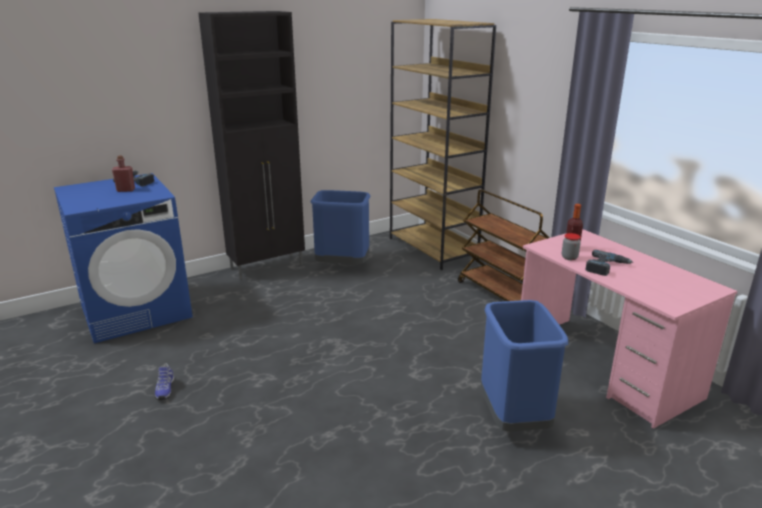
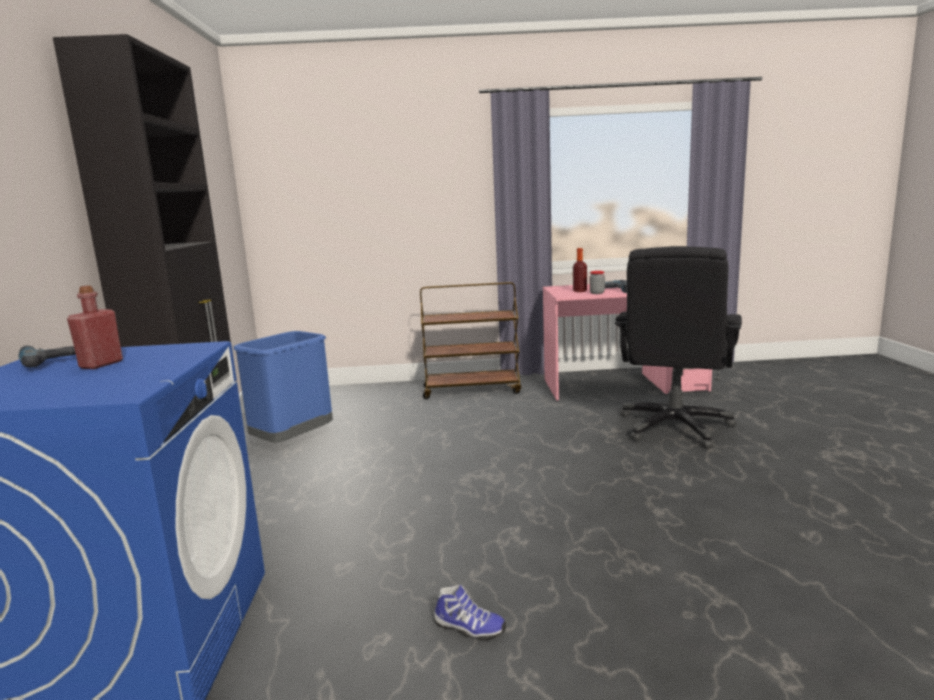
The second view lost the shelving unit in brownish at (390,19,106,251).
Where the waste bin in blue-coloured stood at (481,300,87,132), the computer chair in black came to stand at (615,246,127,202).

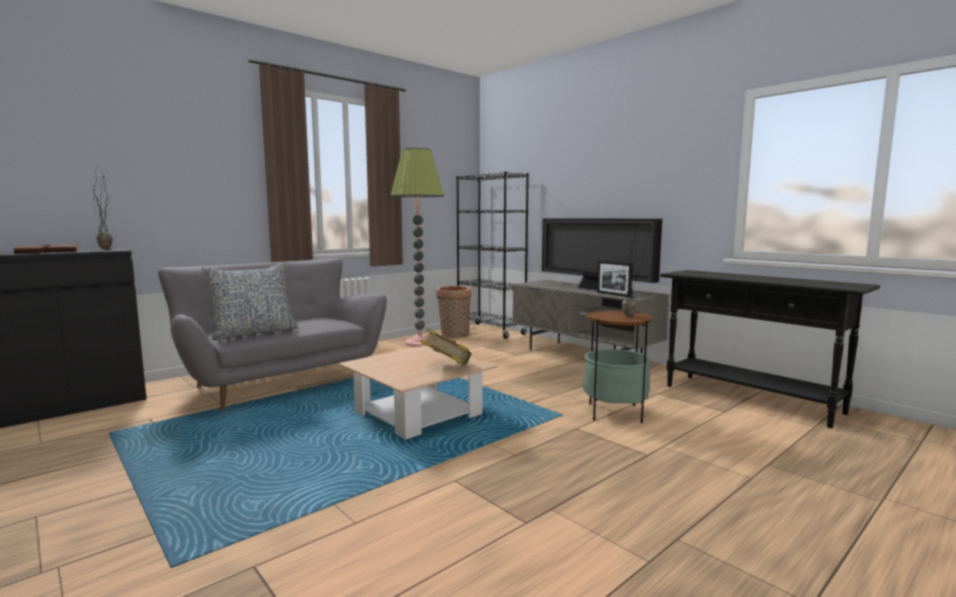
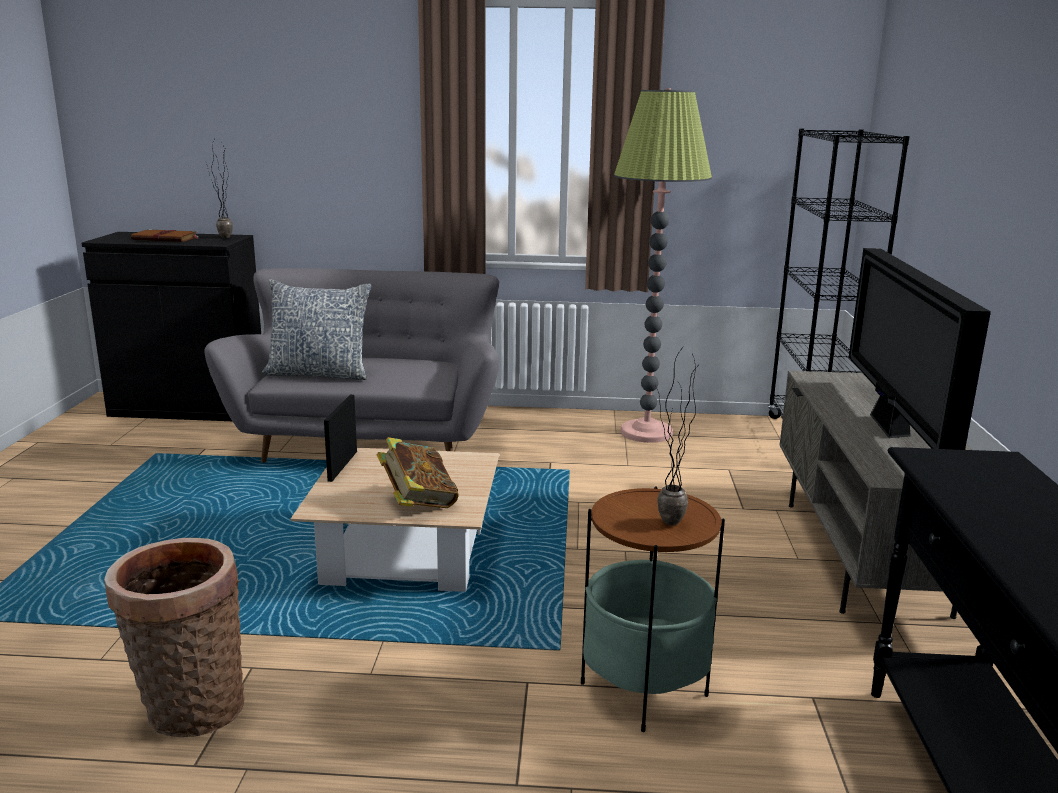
The picture frame ended up elsewhere, having gone from (597,261,36,36) to (324,395,33,87).
The household basket ended up elsewhere, having gone from (436,286,35,52) to (104,538,141,199).

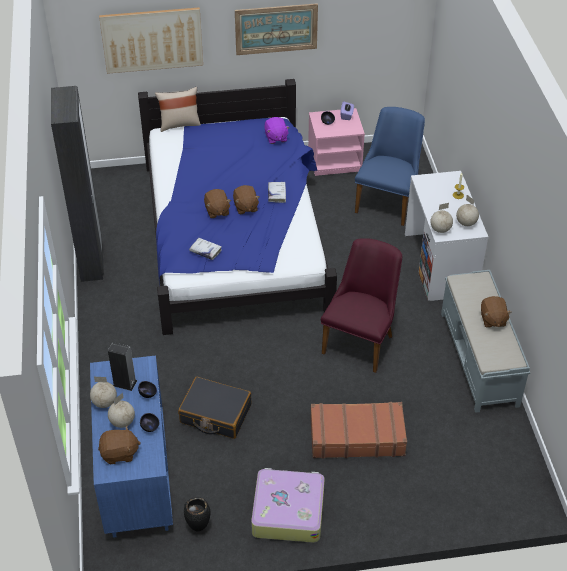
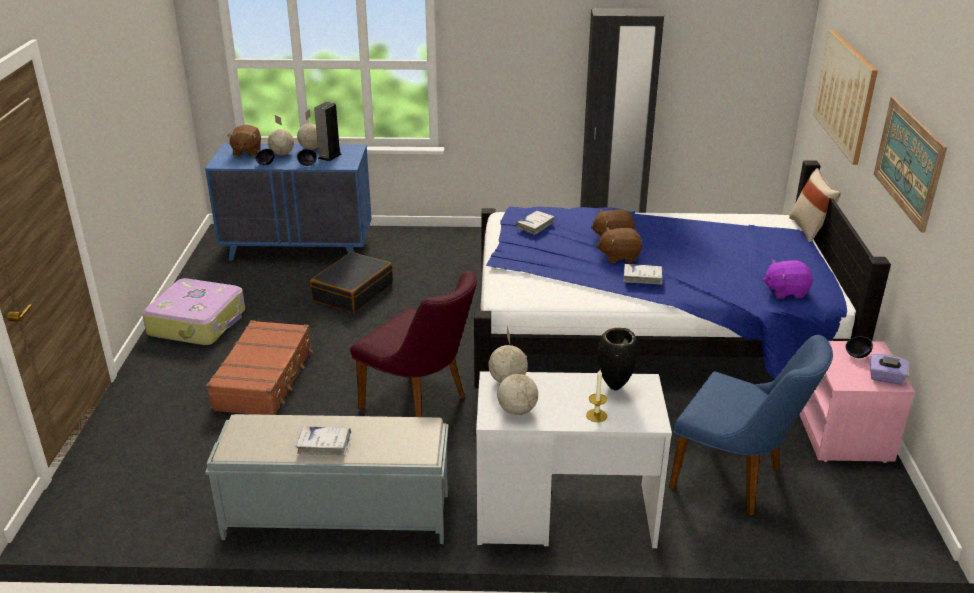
Where the soft toy in brownish stood at (481,296,31,32), the volume in white came to stand at (296,426,55,29).
The vase in black ended up elsewhere, having gone from (184,497,27,34) to (598,328,41,62).

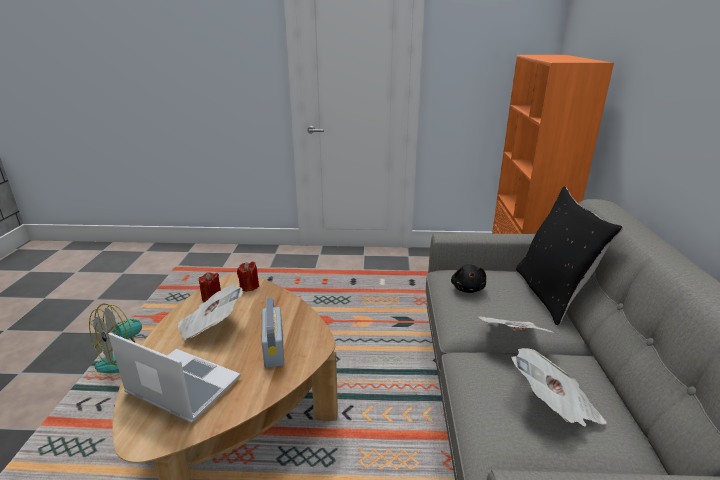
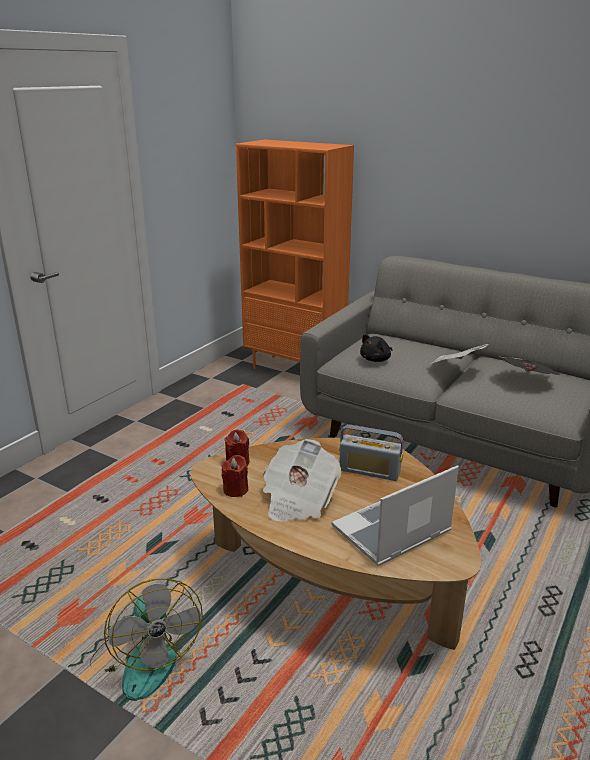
The second view lost the throw pillow in black at (516,186,107,140).
The soft toy in black at (451,264,35,29) ended up facing another way, 105 degrees clockwise from before.

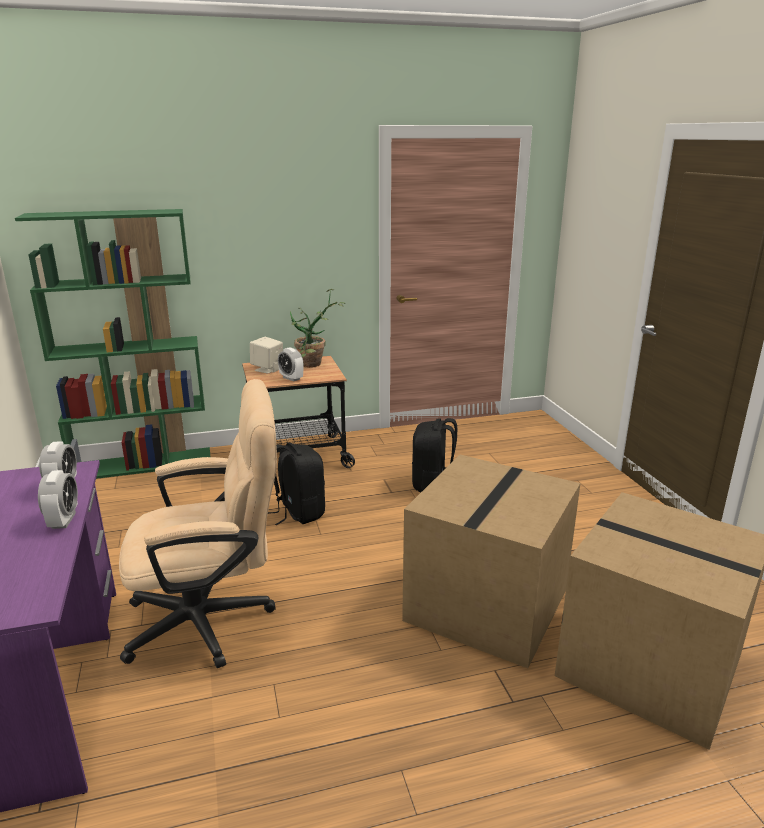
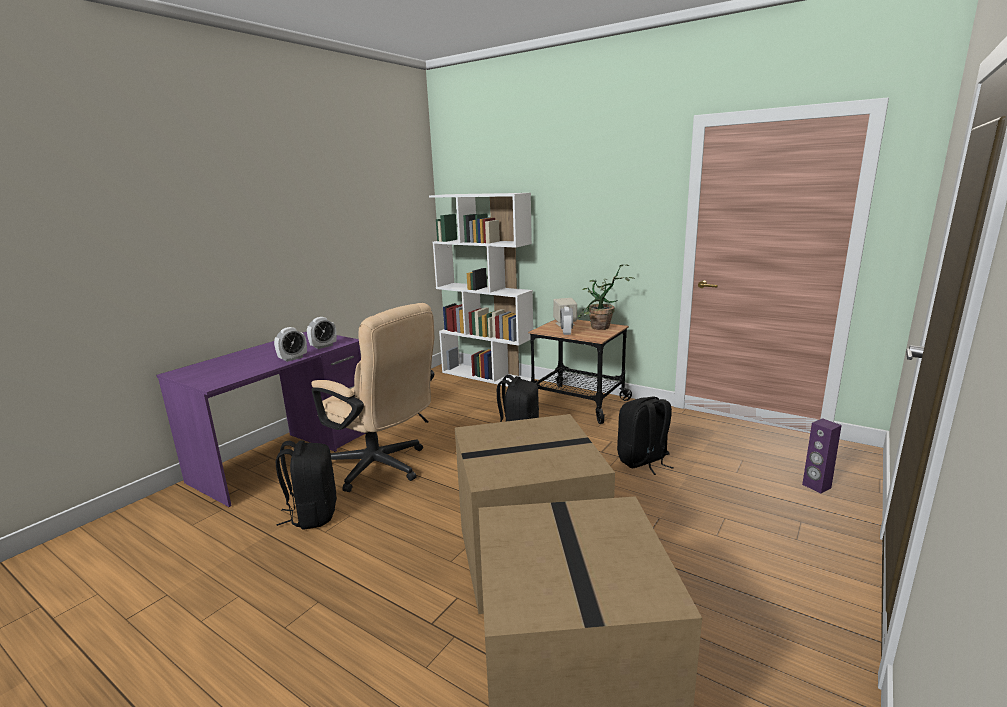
What was the shelving unit in greenish at (15,209,195,270) turned into the shelving unit in white at (429,193,104,194).
The second view gained the loudspeaker in purple at (802,418,40,75).
The second view gained the backpack in black at (276,440,61,90).

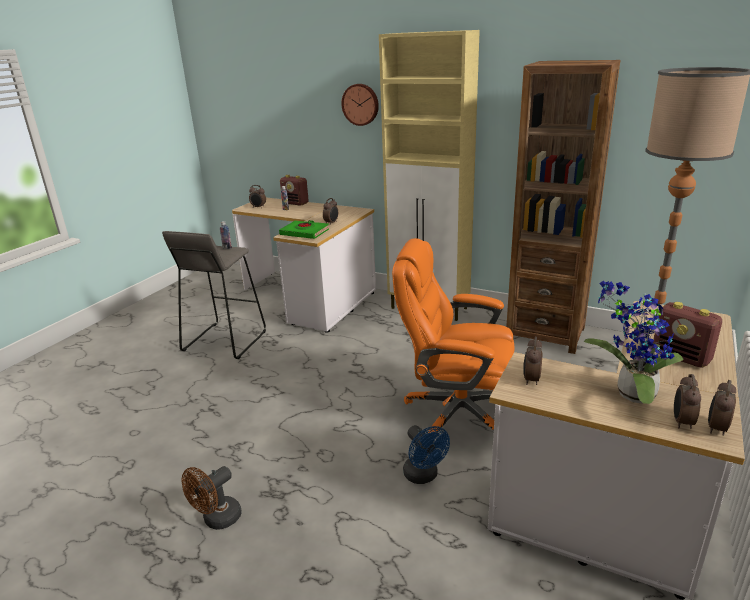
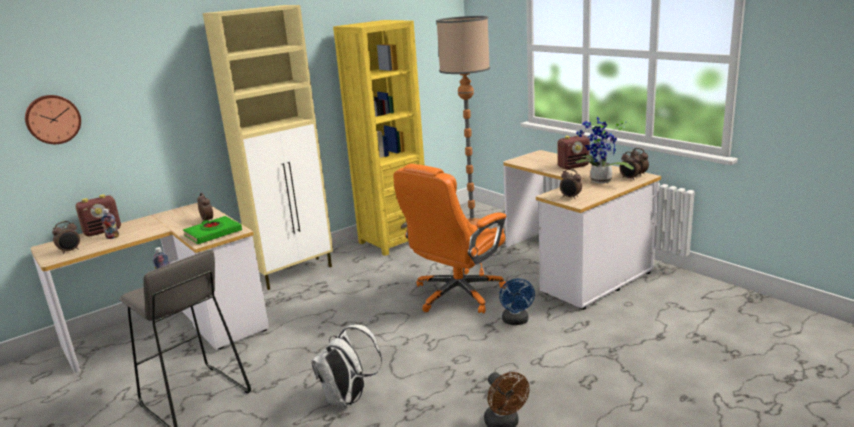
What was the shelving unit in brownish at (506,60,114,294) turned into the shelving unit in yellow at (333,20,92,236).
The wall clock ended up elsewhere, having gone from (341,84,38,42) to (25,95,56,49).
The fan in blue-coloured at (403,425,47,59) ended up facing another way, 90 degrees clockwise from before.
The second view gained the backpack in white at (311,324,71,84).

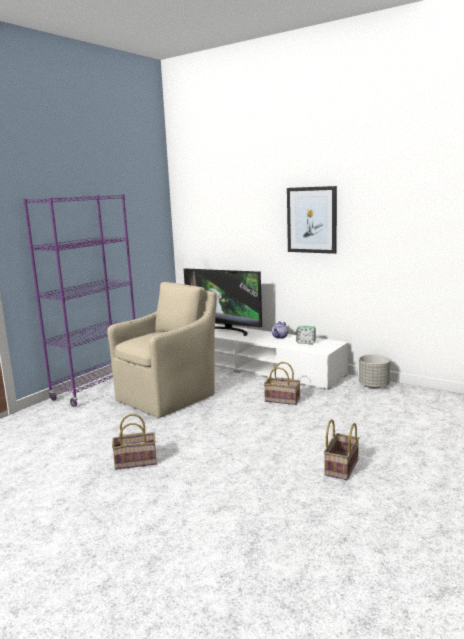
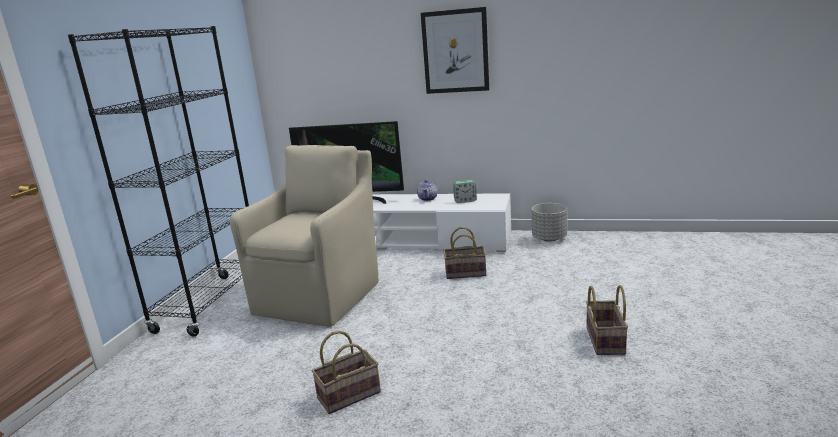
What was the shelving unit in purple at (23,194,112,213) turned into the shelving unit in black at (68,26,181,310).

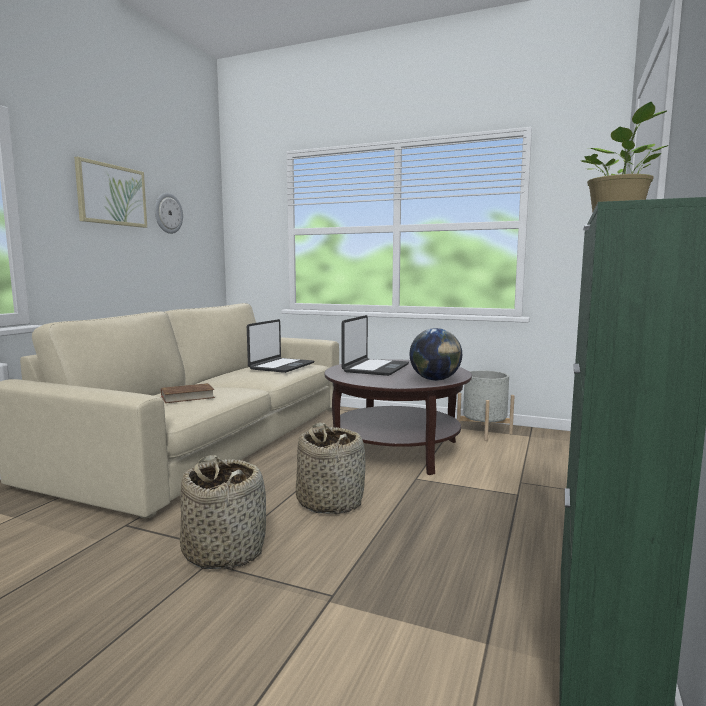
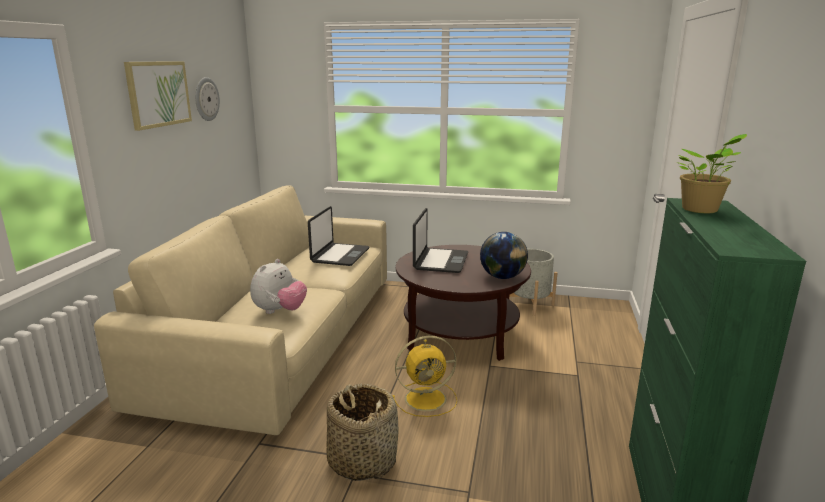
Where the volume in brownish stood at (161,383,54,20), the soft toy came to stand at (250,259,57,55).
Where the household basket stood at (296,422,69,92), the fan in yellow came to stand at (392,336,65,81).

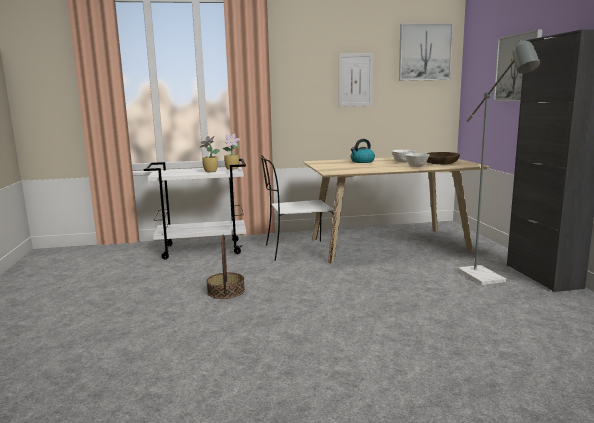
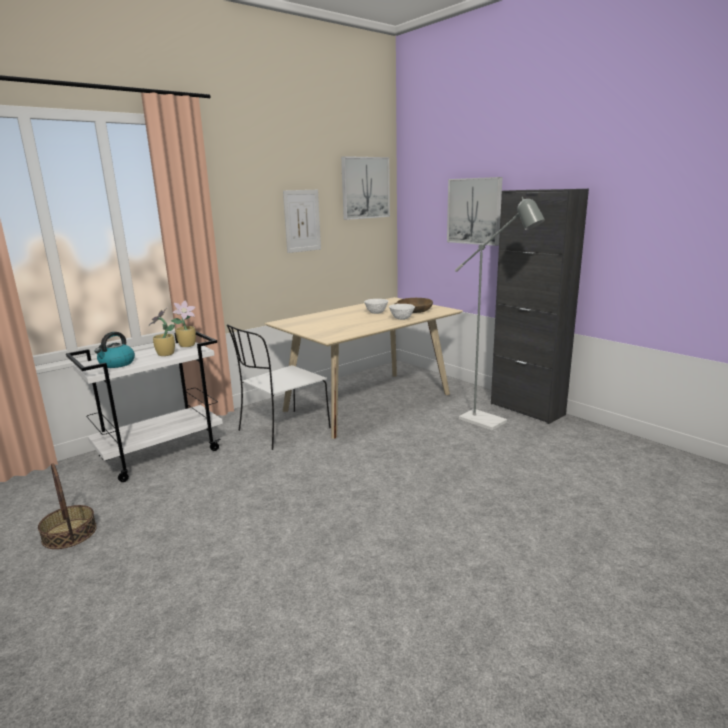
The water kettle ended up elsewhere, having gone from (351,139,24,24) to (94,332,41,36).
The household basket ended up elsewhere, having gone from (206,235,39,64) to (38,463,59,86).

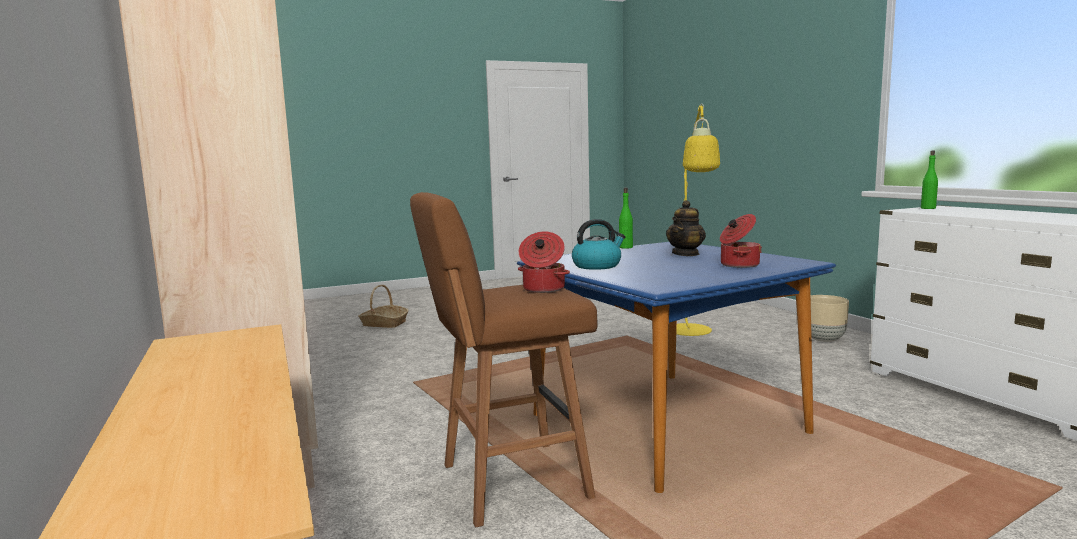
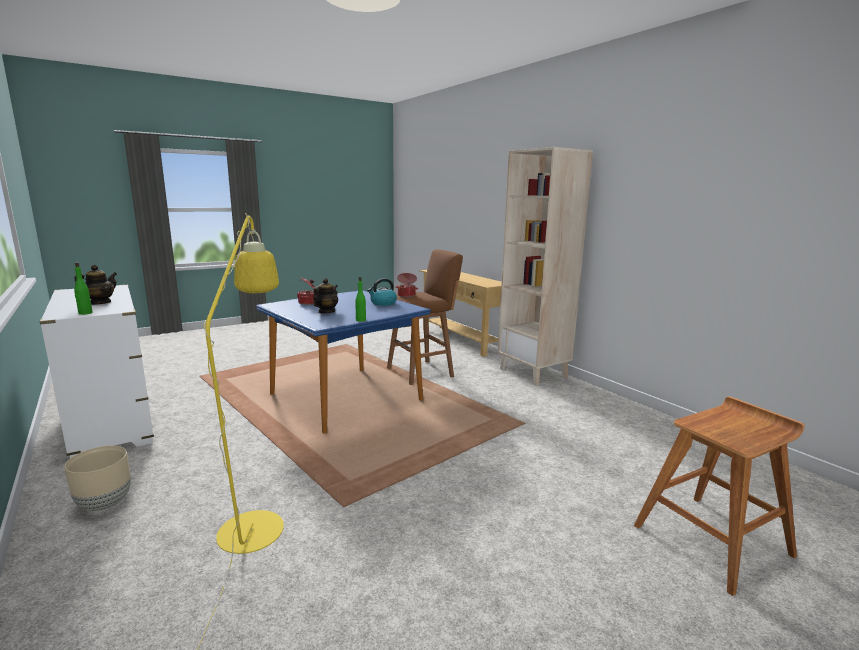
Where the household basket stood at (358,285,50,43), the stool seat in brownish came to stand at (634,396,171,200).
The second view gained the tea pot at (74,265,43,40).

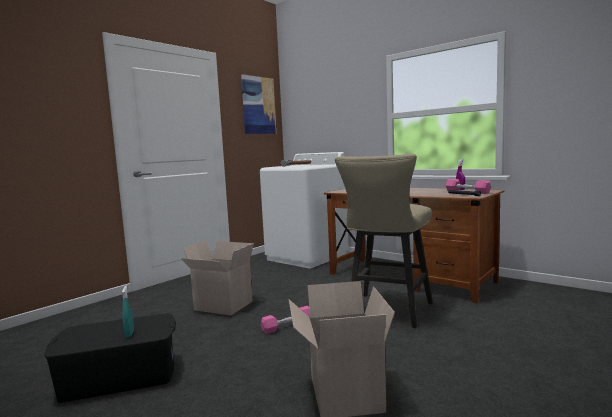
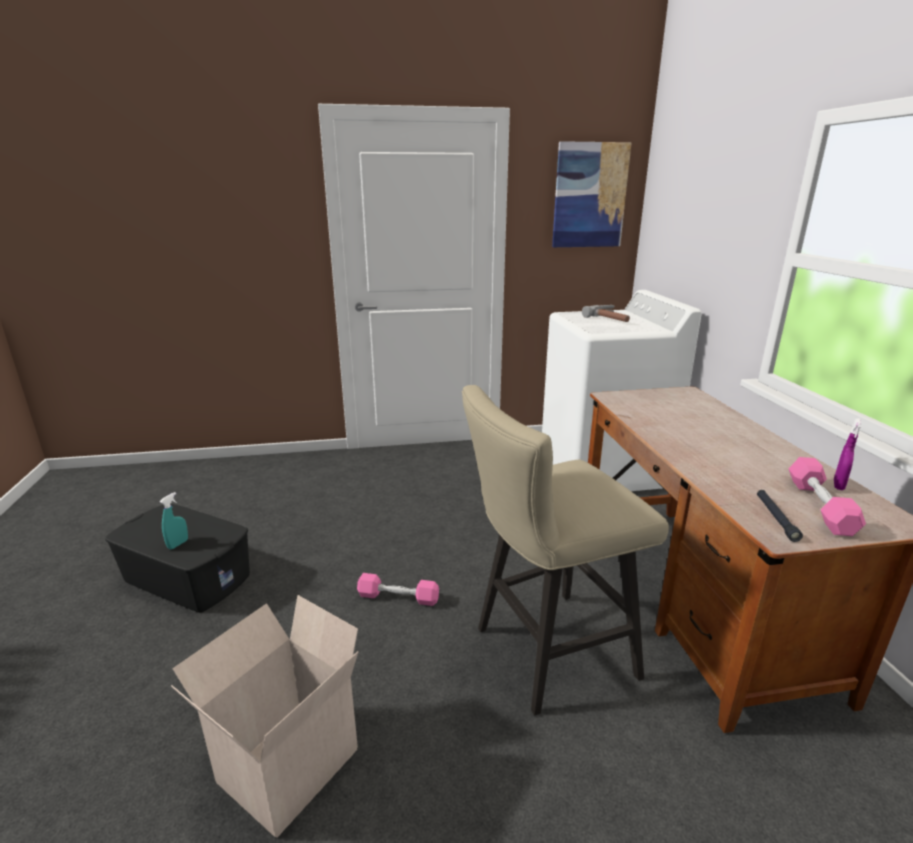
The second view lost the packing box at (180,240,74,75).

